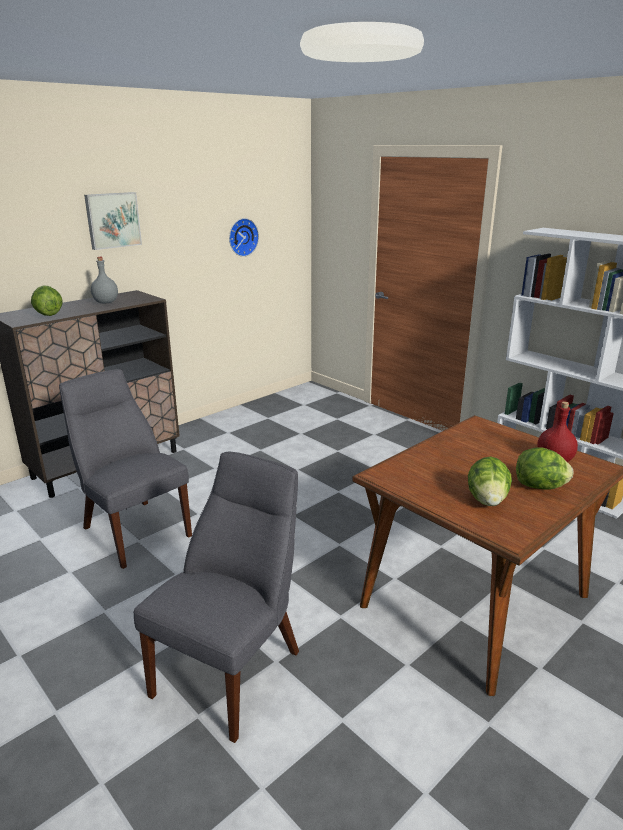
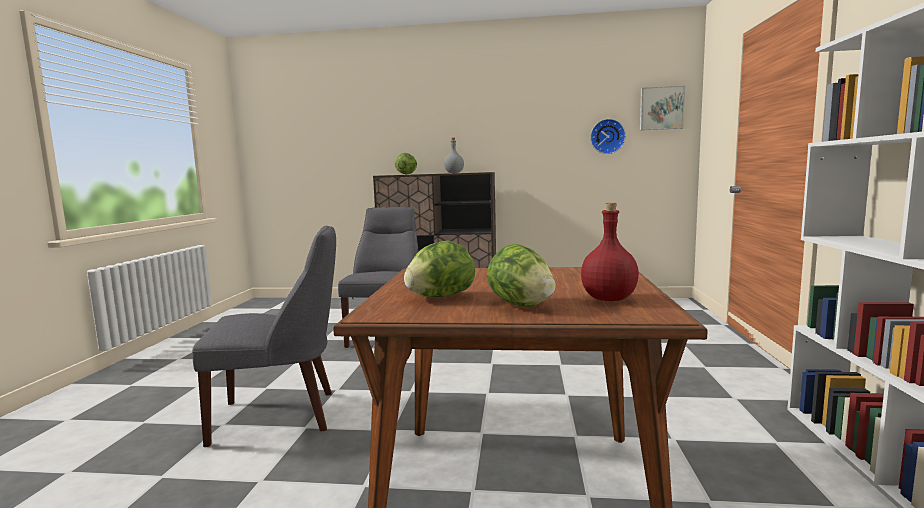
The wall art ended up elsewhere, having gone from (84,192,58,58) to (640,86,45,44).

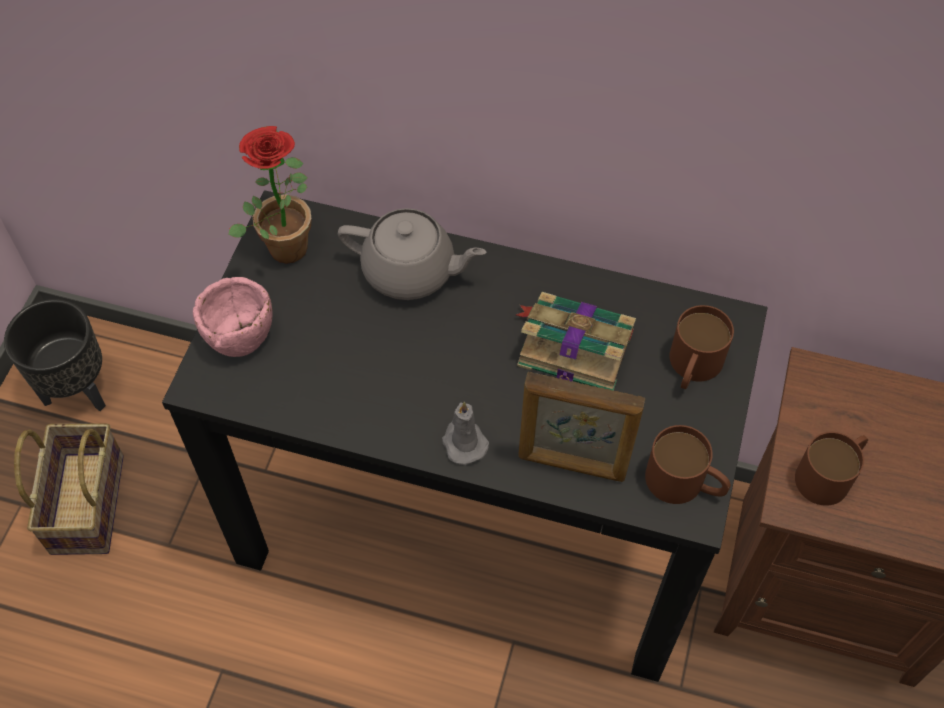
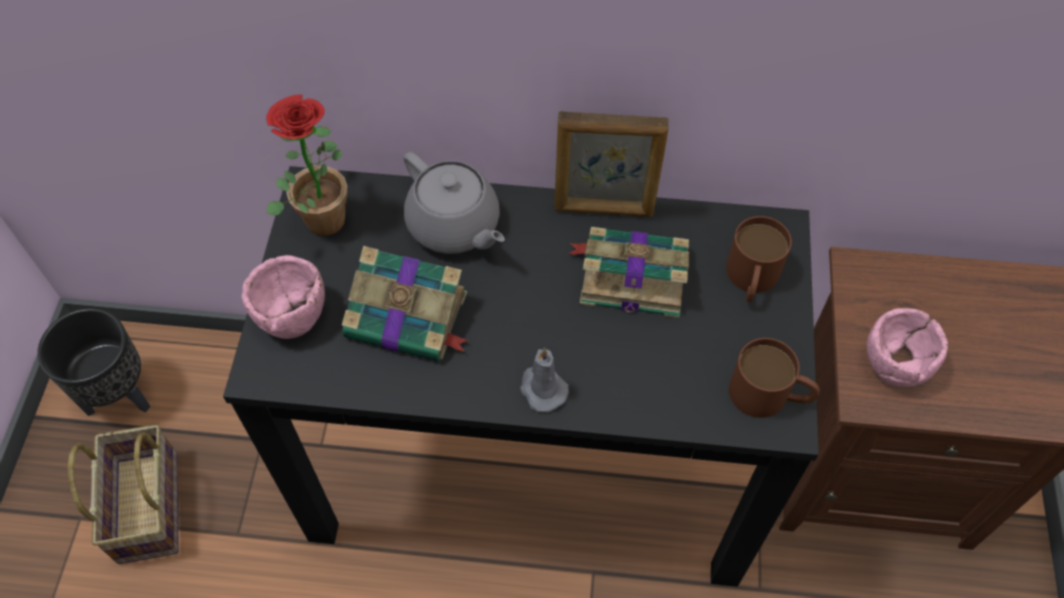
The tea pot in gray at (338,208,149,92) ended up facing another way, 45 degrees clockwise from before.
The picture frame ended up elsewhere, having gone from (518,372,127,110) to (554,111,115,106).
Where the mug in brownish stood at (795,432,73,74), the deep dish in pinkish came to stand at (867,308,81,79).
The second view gained the volume at (342,246,127,115).

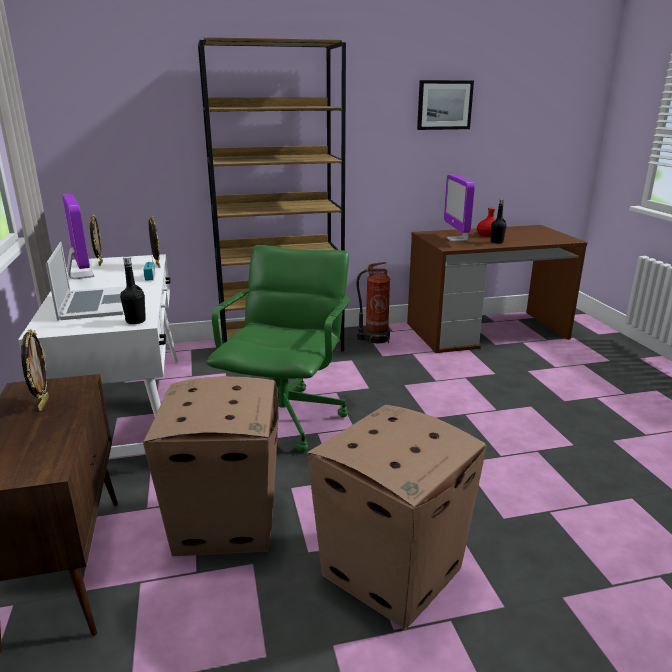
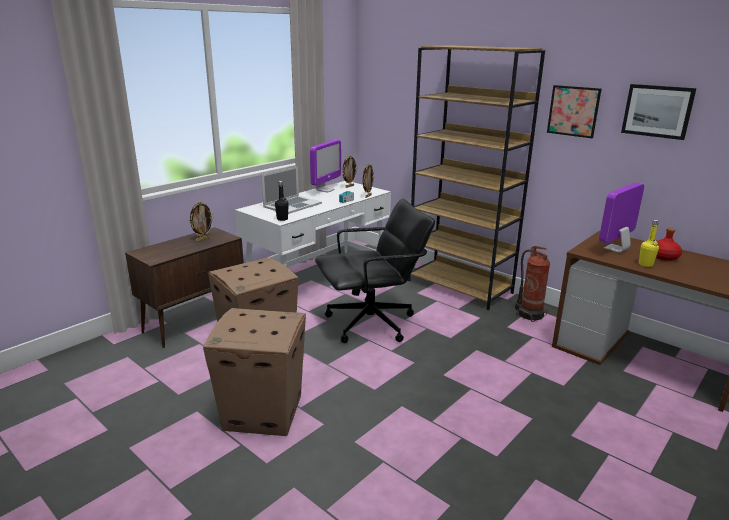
What was the bottle in black at (491,199,15,45) turned into the bottle in yellow at (639,220,20,47).
What was the computer chair in greenish at (206,245,144,207) turned into the computer chair in black at (315,198,120,145).
The second view gained the wall art at (547,85,55,53).

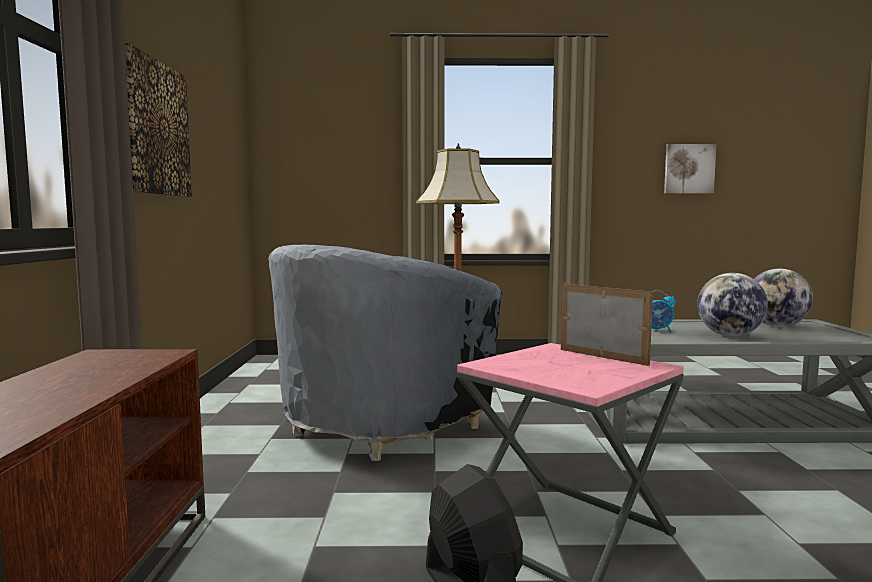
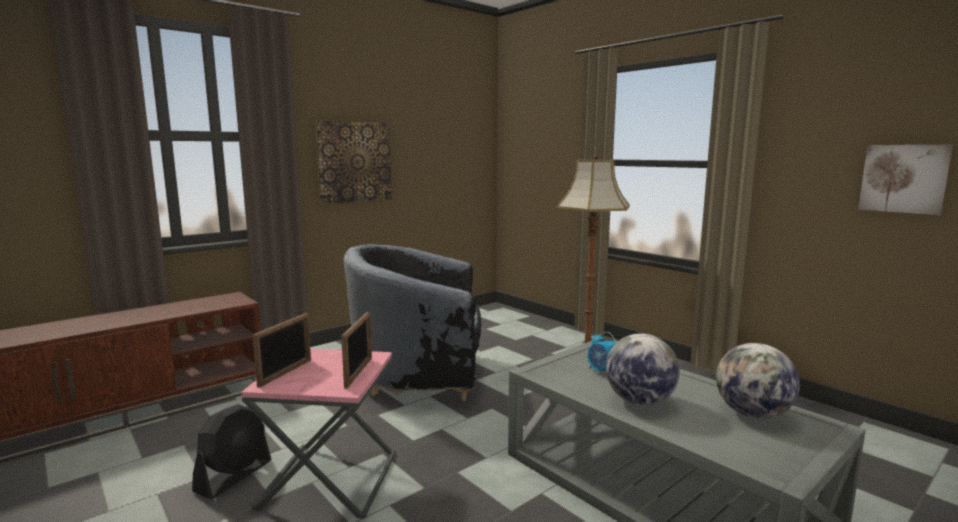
The second view gained the picture frame at (252,313,59,75).

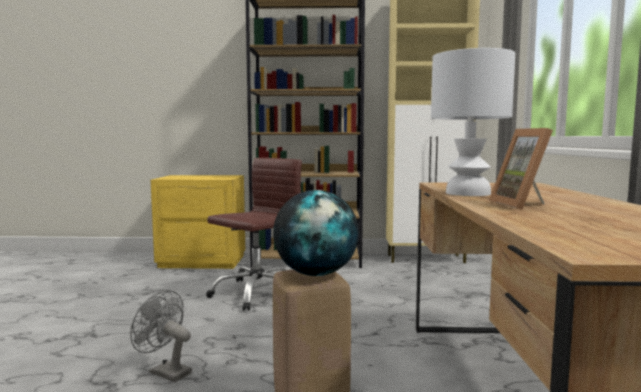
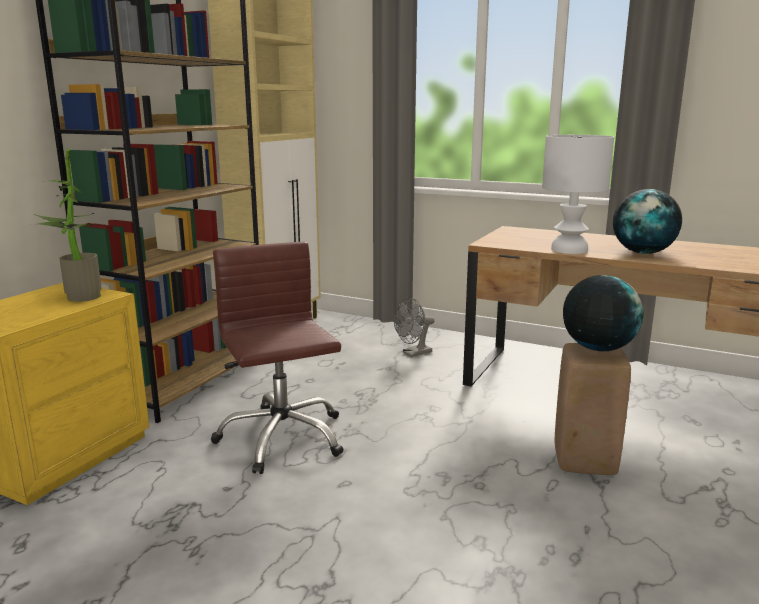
Where the picture frame stood at (489,128,64,82), the globe came to stand at (613,189,69,65).
The fan in gray ended up elsewhere, having gone from (130,290,62,92) to (394,298,40,59).
The second view gained the houseplant at (34,149,68,153).

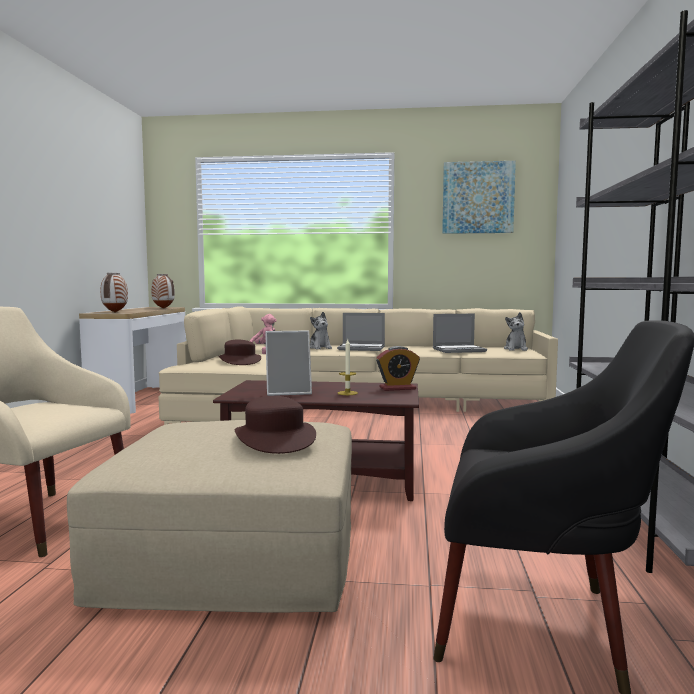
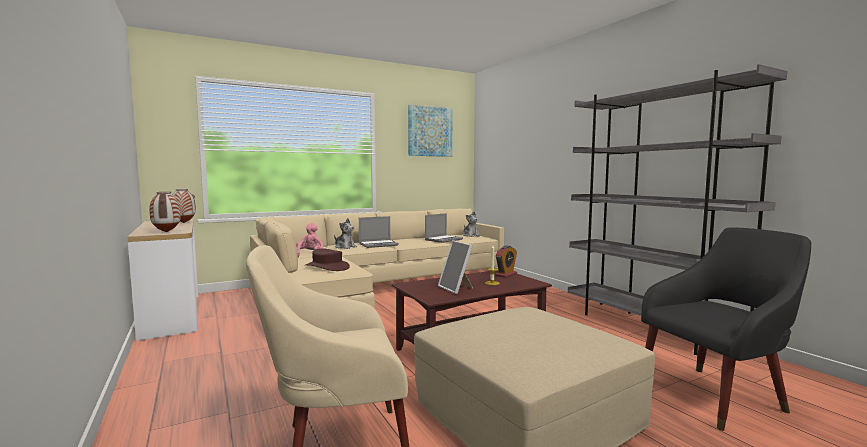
The picture frame at (265,330,47,66) ended up facing another way, 105 degrees clockwise from before.
The second view lost the clothing hat in brownish at (235,396,81,58).

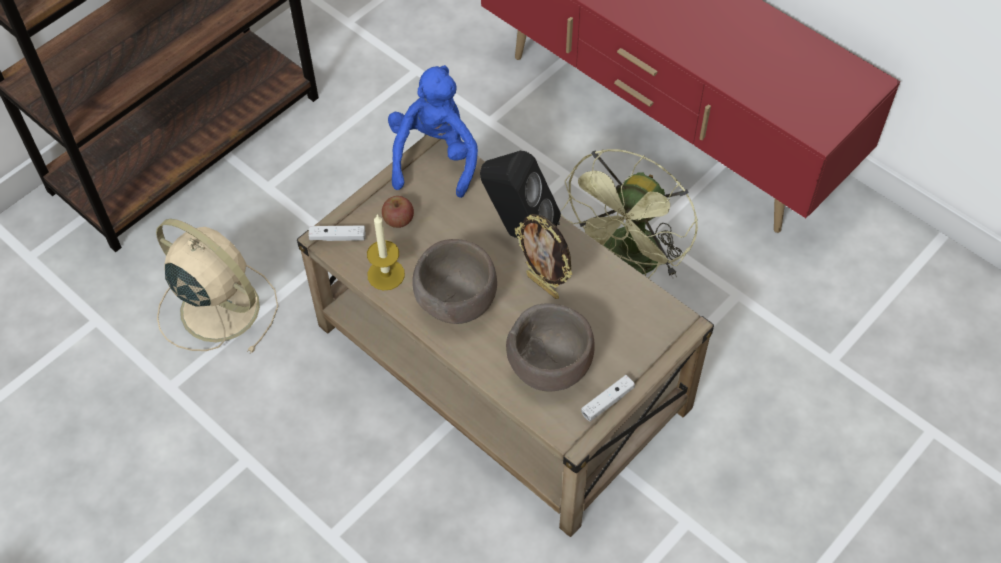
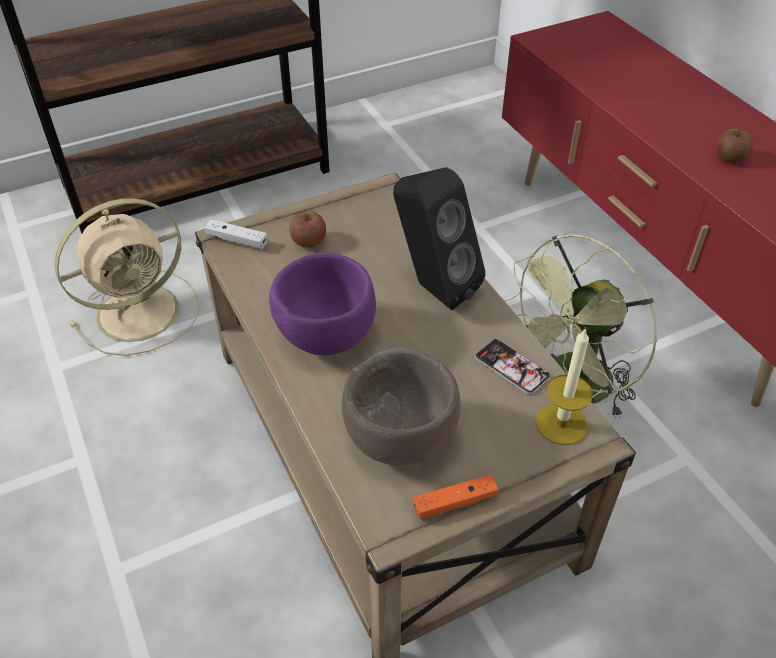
The second view lost the soft toy in blue-coloured at (388,65,90,133).
The wax candle ended up elsewhere, having gone from (367,214,38,76) to (535,327,58,118).
The second view lost the picture frame at (515,214,57,85).
The fan in beige at (156,219,122,134) ended up facing another way, 90 degrees clockwise from before.
What was the deep dish in brownish at (412,239,85,85) turned into the deep dish in purple at (269,252,107,103).
What was the gamepad in white at (581,375,54,46) turned into the gamepad in orange-coloured at (413,474,85,45).
The second view gained the apple at (716,128,37,35).
The second view gained the telephone at (475,339,76,56).

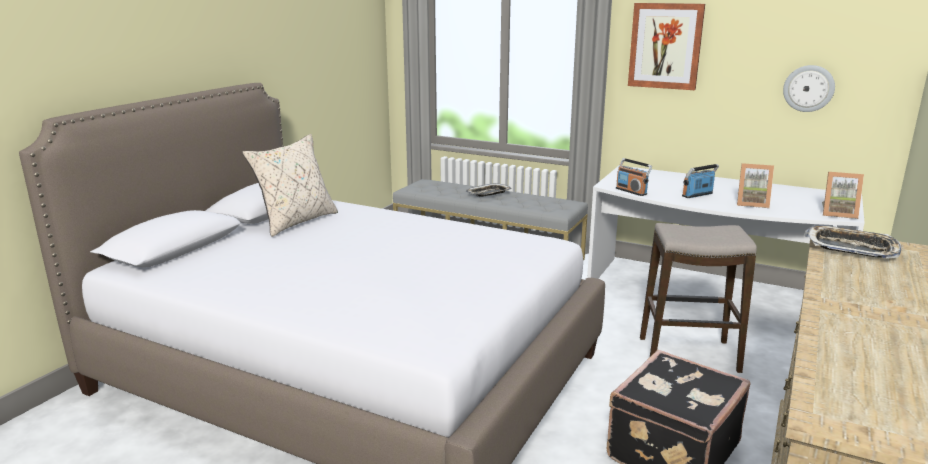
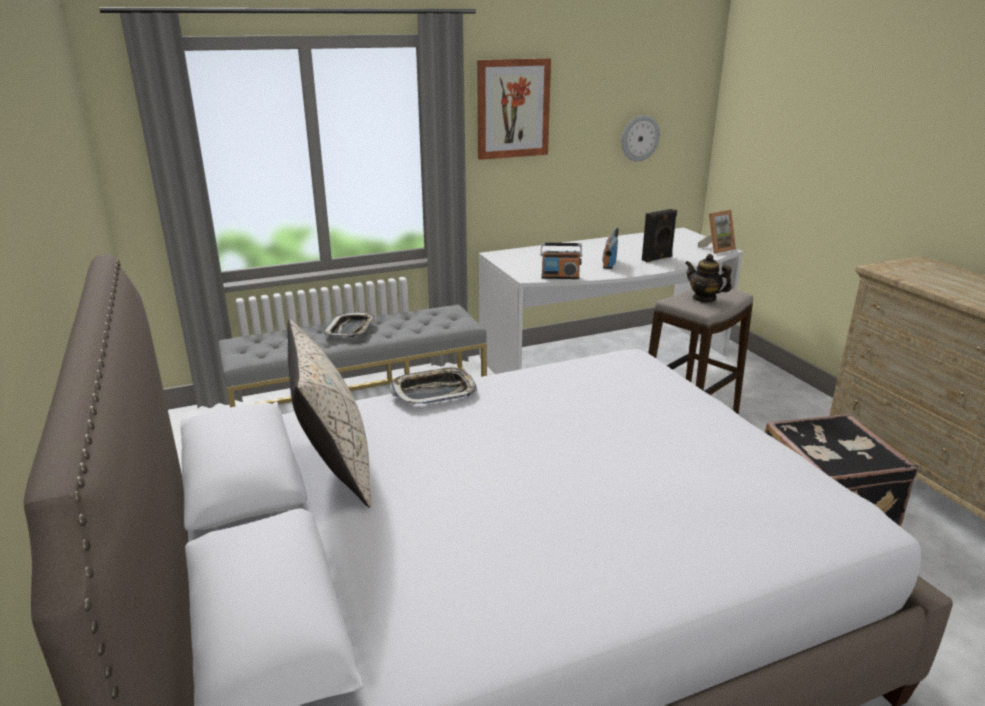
Where the picture frame stood at (737,163,37,45), the loudspeaker in black came to stand at (642,209,35,53).
The serving tray ended up elsewhere, having gone from (804,225,98,33) to (389,366,88,40).
The second view gained the tea pot at (685,254,47,49).

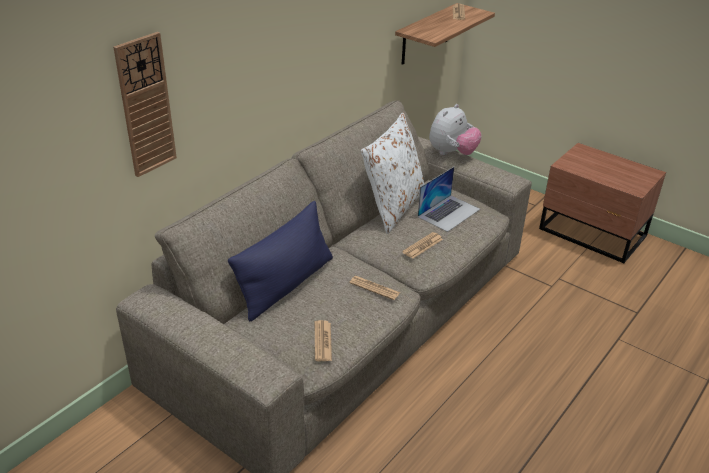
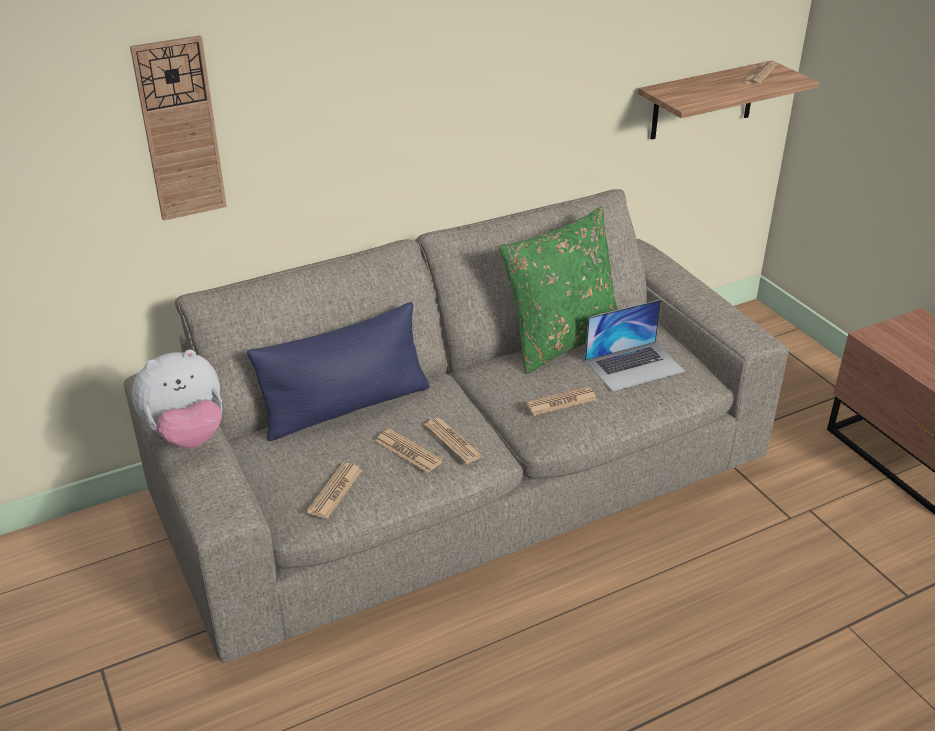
The soft toy ended up elsewhere, having gone from (429,104,53,51) to (132,350,90,98).
What was the throw pillow in white at (361,113,63,121) turned into the throw pillow in greenish at (499,206,119,168).
The second view gained the daily paper at (375,429,68,44).

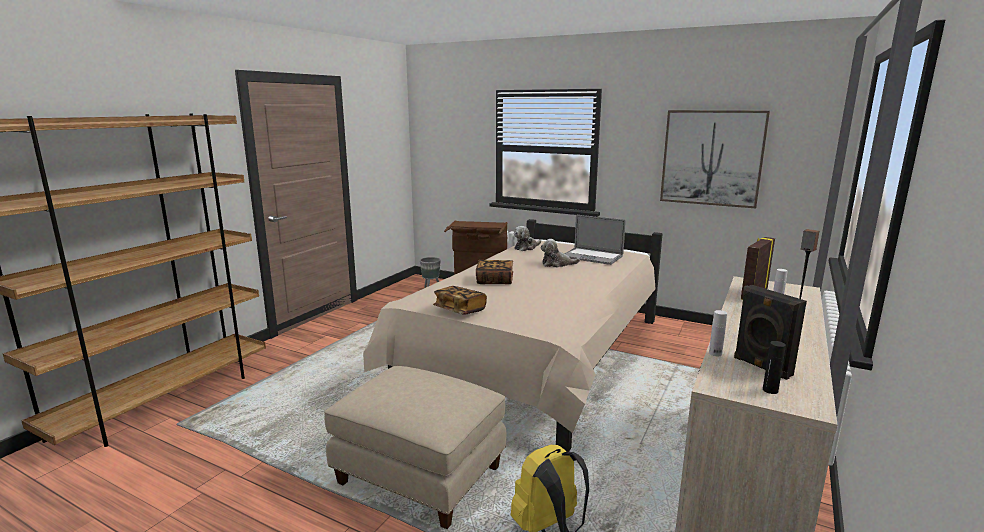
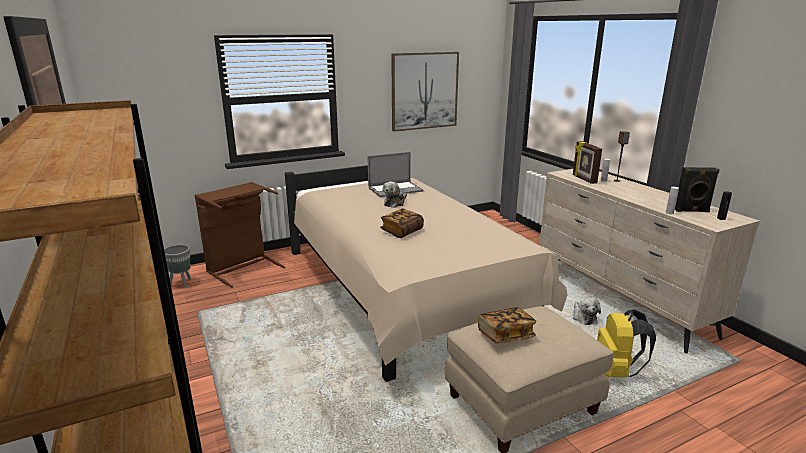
The soft toy ended up elsewhere, having gone from (514,226,27,25) to (573,298,28,27).
The volume ended up elsewhere, having gone from (433,286,54,29) to (478,307,59,37).

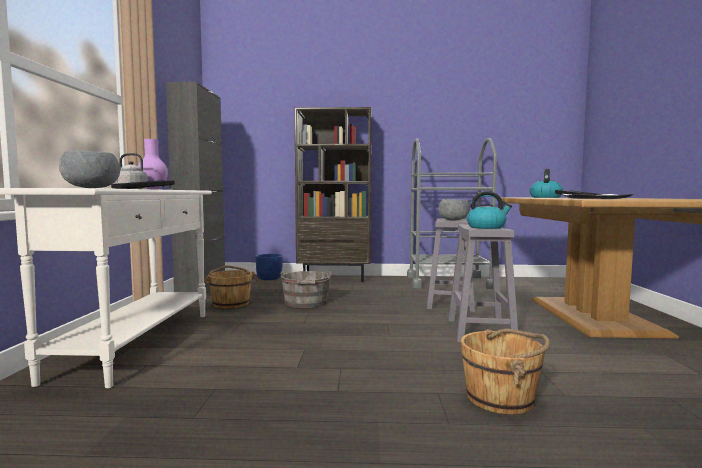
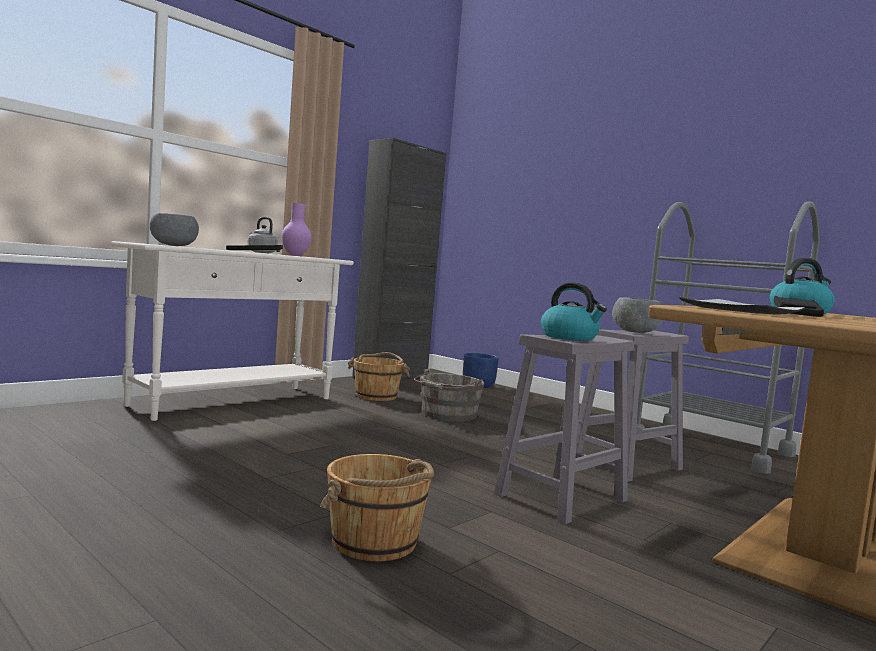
The second view lost the shelving unit in brownish at (294,107,77,175).

